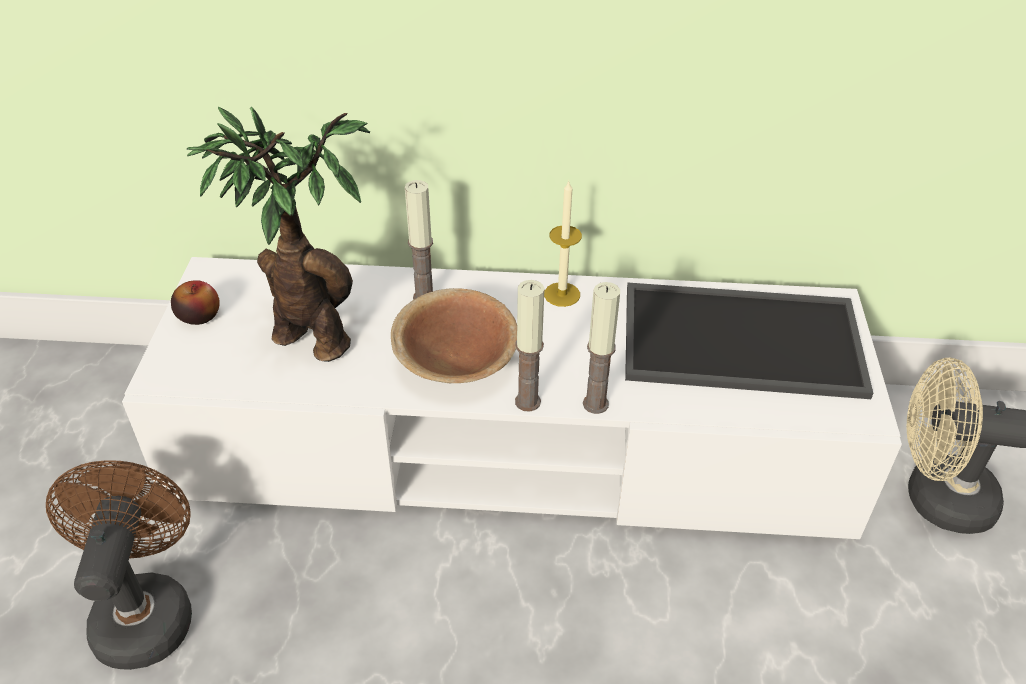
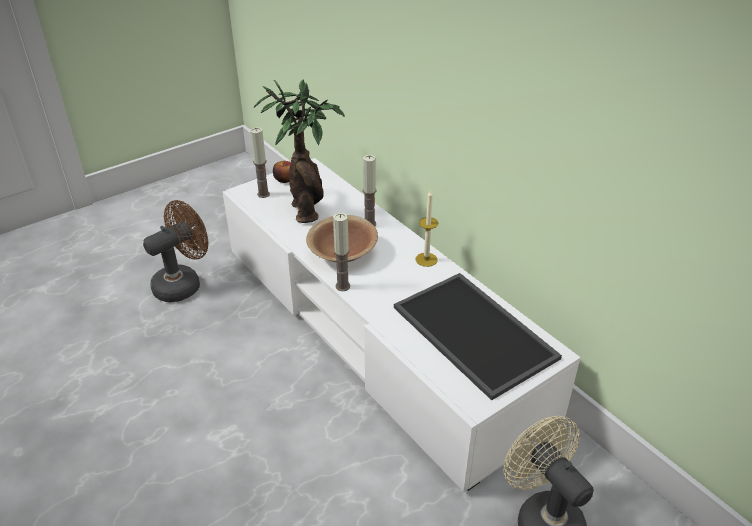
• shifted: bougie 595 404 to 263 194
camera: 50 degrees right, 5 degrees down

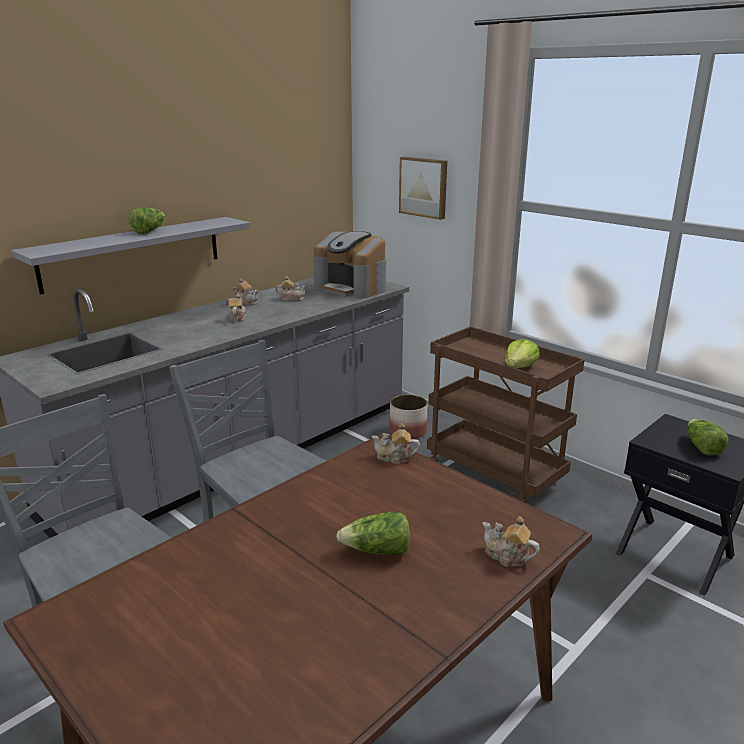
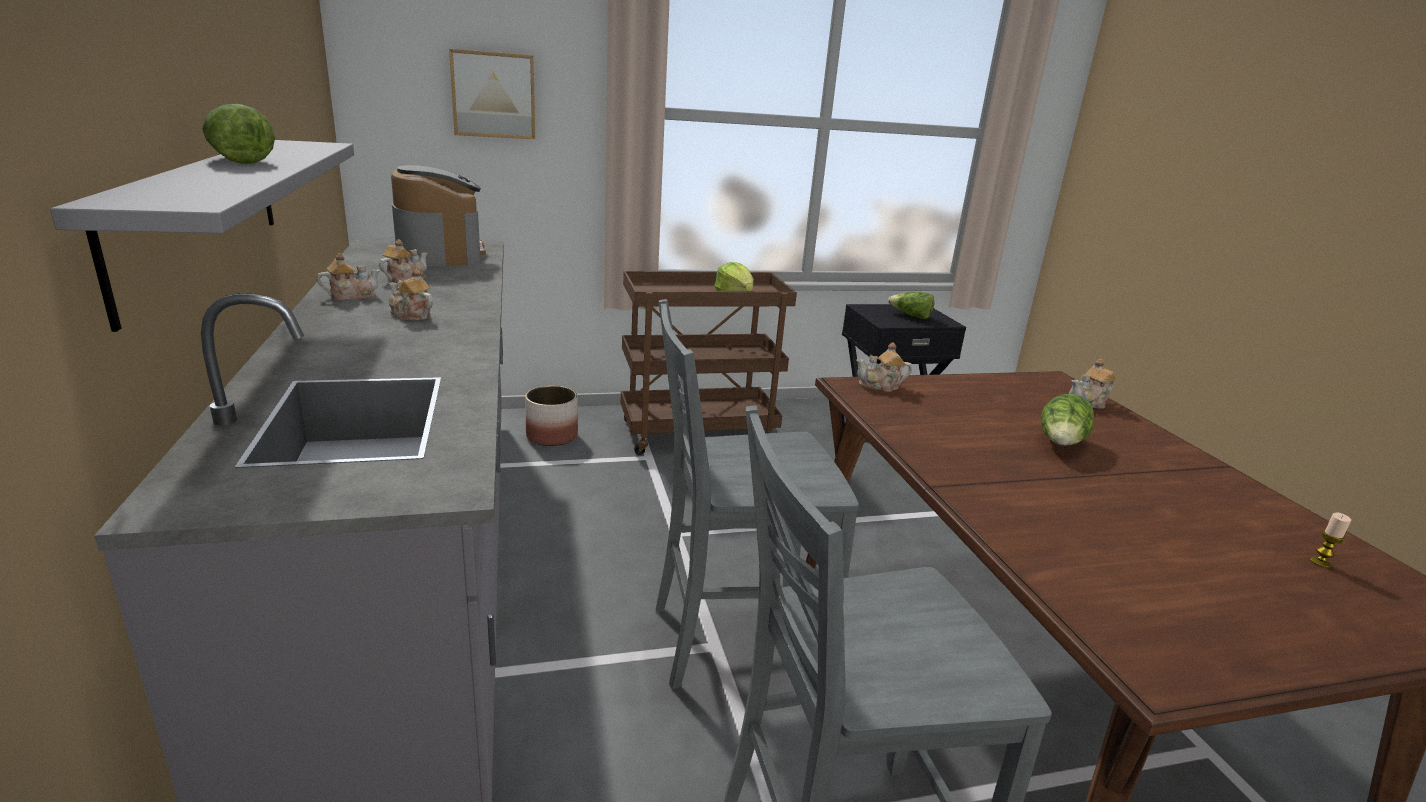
• rotated: machine à café 352 288 = 441 253 90 degrees counterclockwise
• rotated: théière 395 458 = 880 386 45 degrees clockwise
• new: bougie 1320 562
camera: 60 degrees left, 0 degrees up

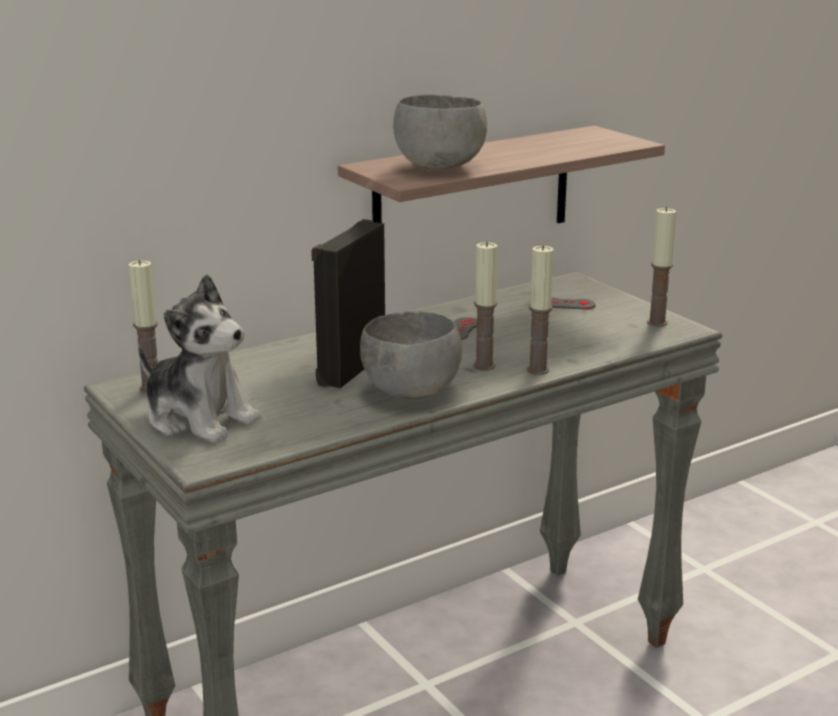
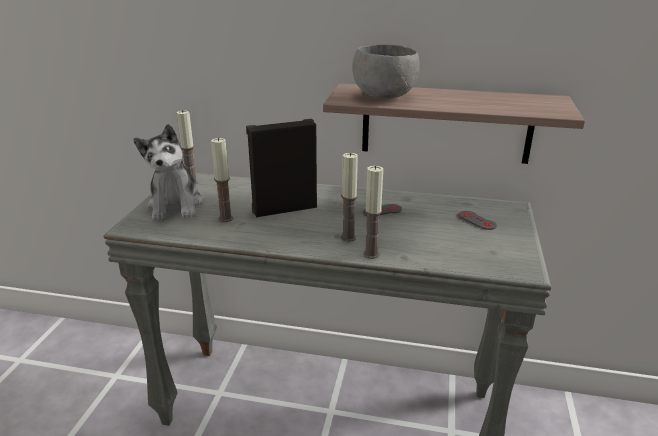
• shifted: bougie 657 322 to 225 218
• gone: bol (gris) 410 393
camera: 45 degrees right, 5 degrees up

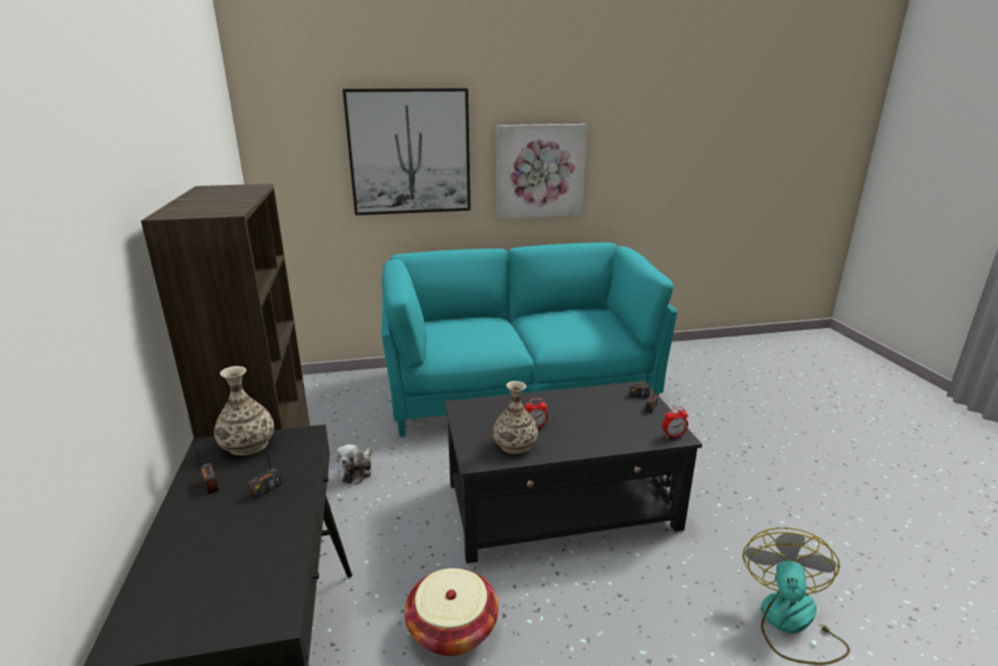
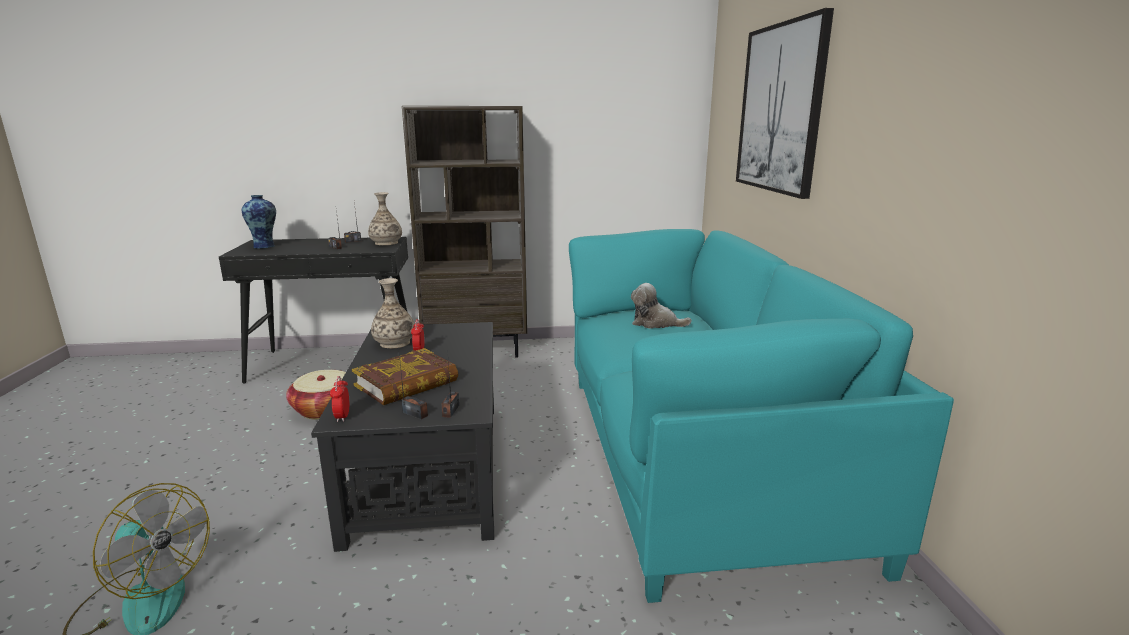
• new: vase 265 246
• new: livre 407 383
• shifted: peluche 357 471 to 655 323
• gone: tableau 540 171
camera: 95 degrees right, 5 degrees down

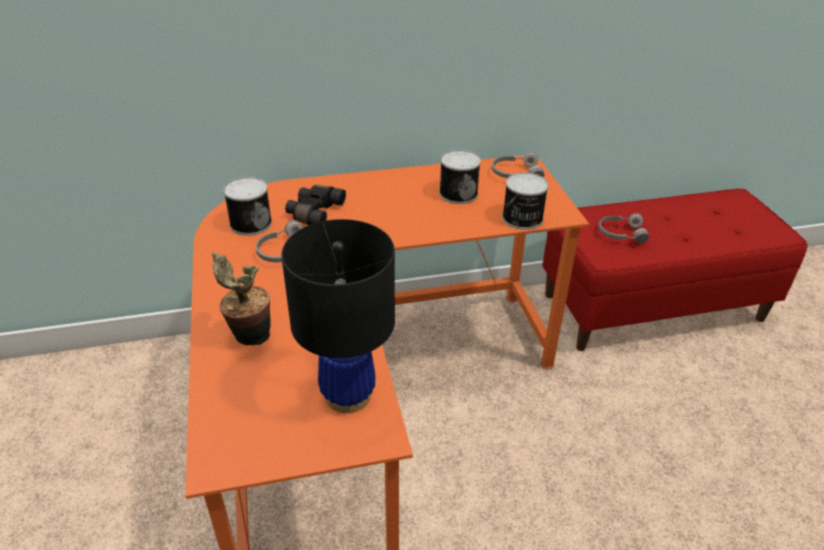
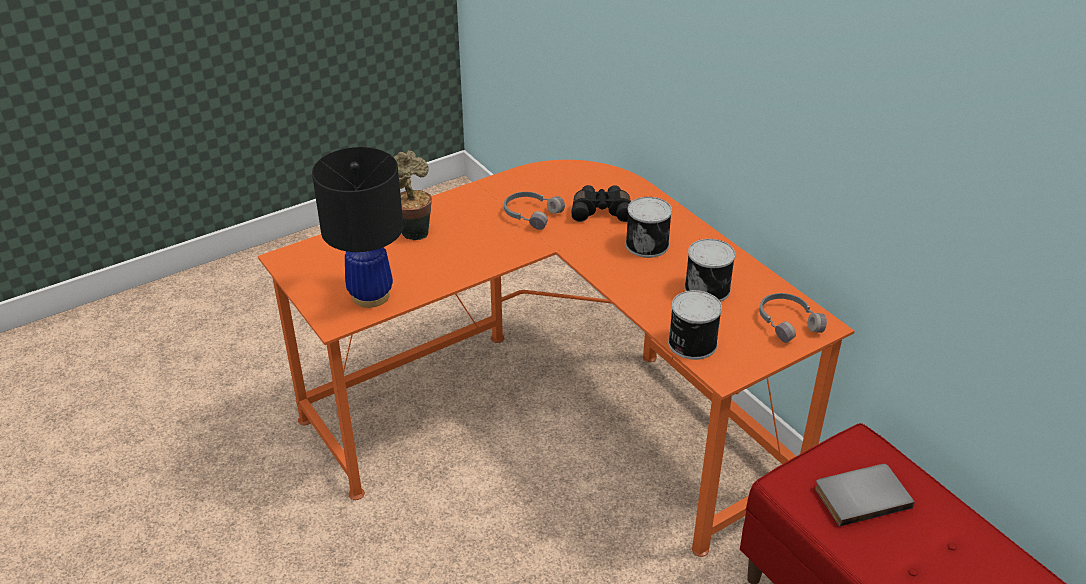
• shifted: boîte métallique 250 223 to 647 244
• swapped: casque audio (gris) 620 233 to livre (gris) 860 495
camera: 70 degrees right, 0 degrees up

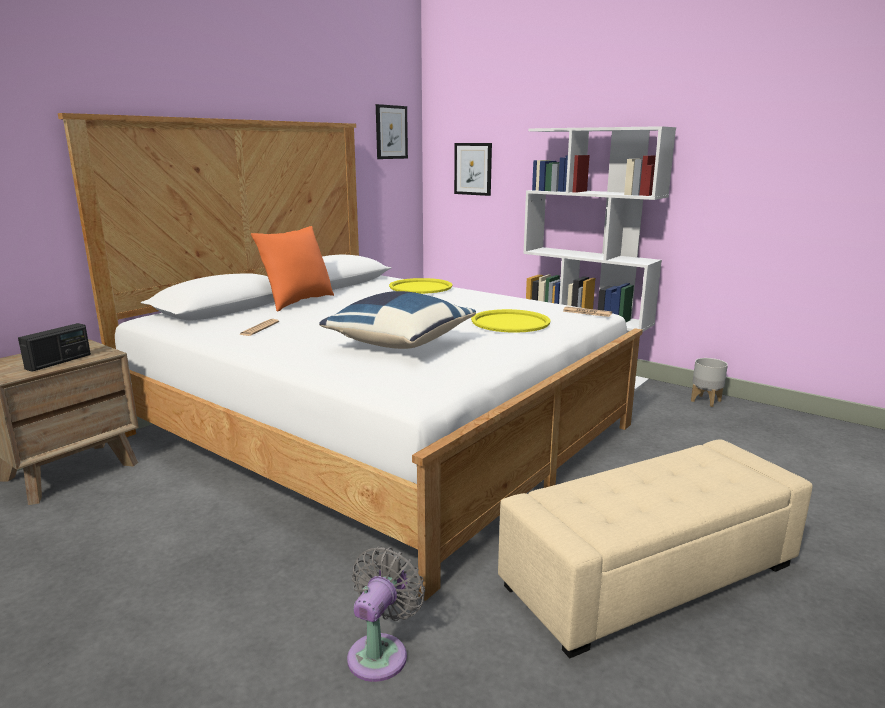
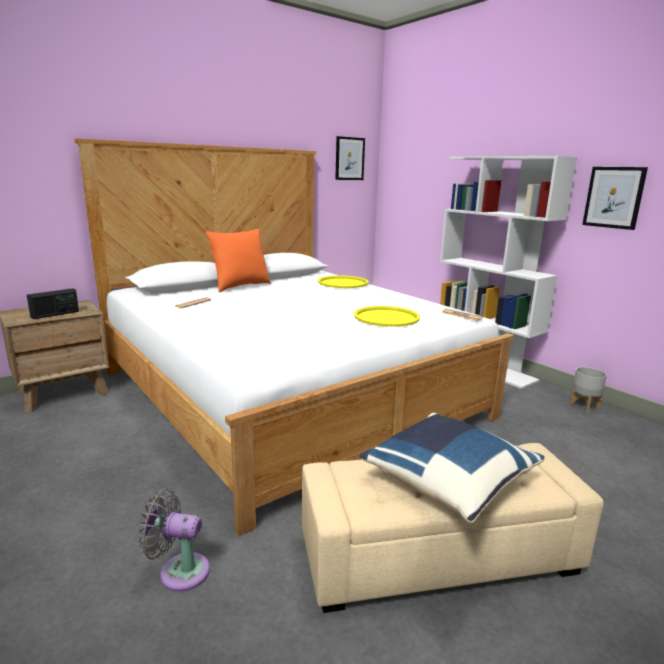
• rotated: ventilateur (gris) 381 652 = 179 571 120 degrees counterclockwise
• shifted: coussin (bleu) 399 342 to 447 482
• shifted: tableau 473 169 to 613 197
camera: 15 degrees right, 0 degrees up

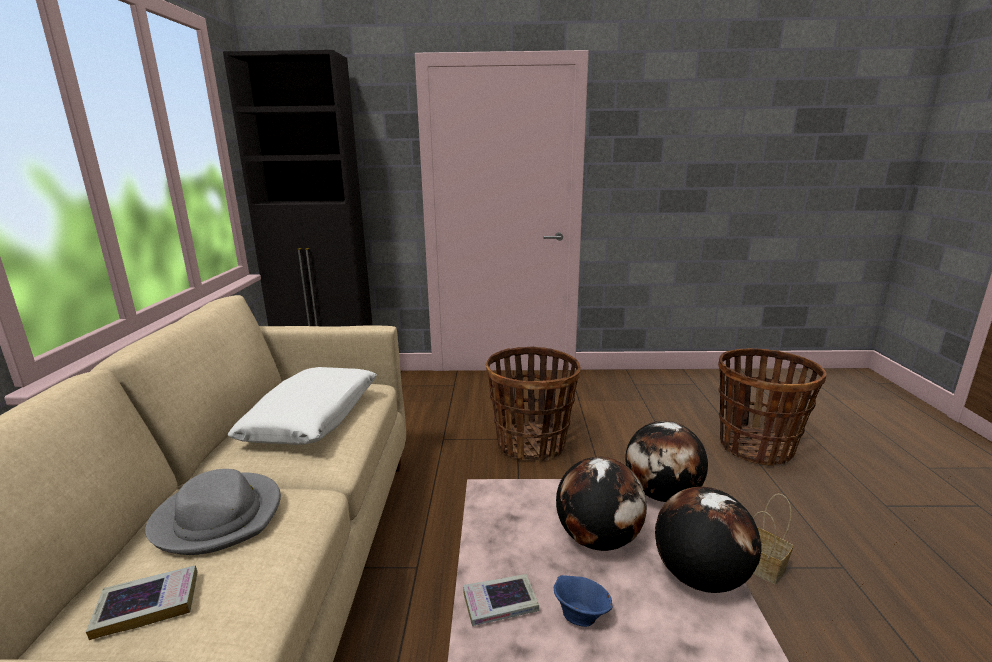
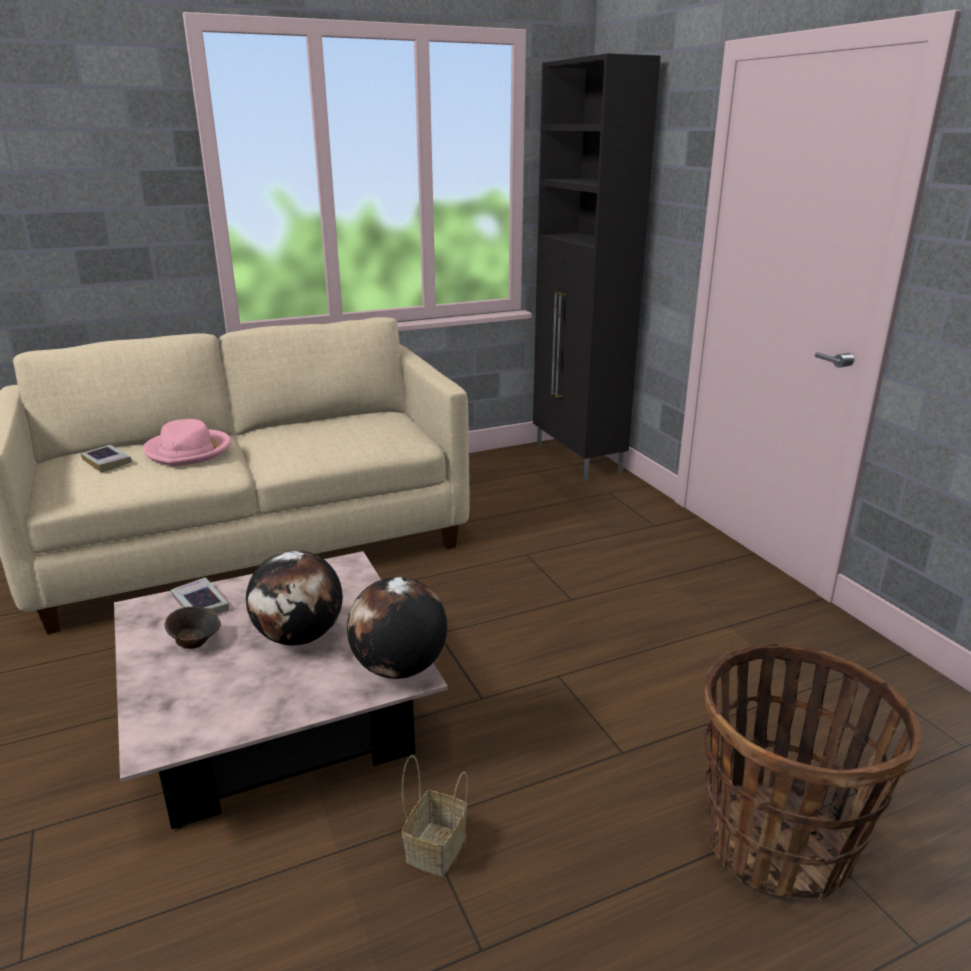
• repainted: chapeau (gris) 219 516 to chapeau (rose) 189 451
• repainted: bol (bleu) 580 614 to bol (marron) 196 642
• gone: coussin (blanc) 312 417
• gone: panier 531 444
• gone: globe 699 577
camera: 65 degrees right, 5 degrees up

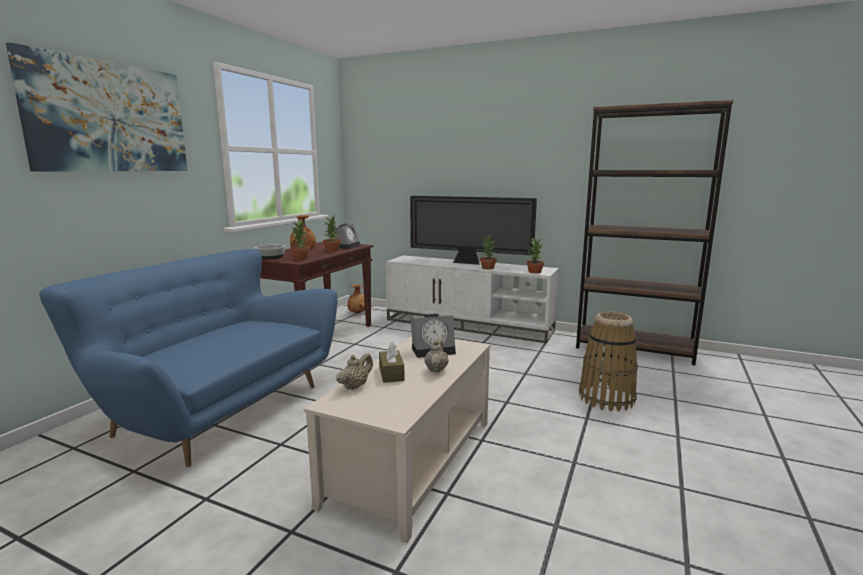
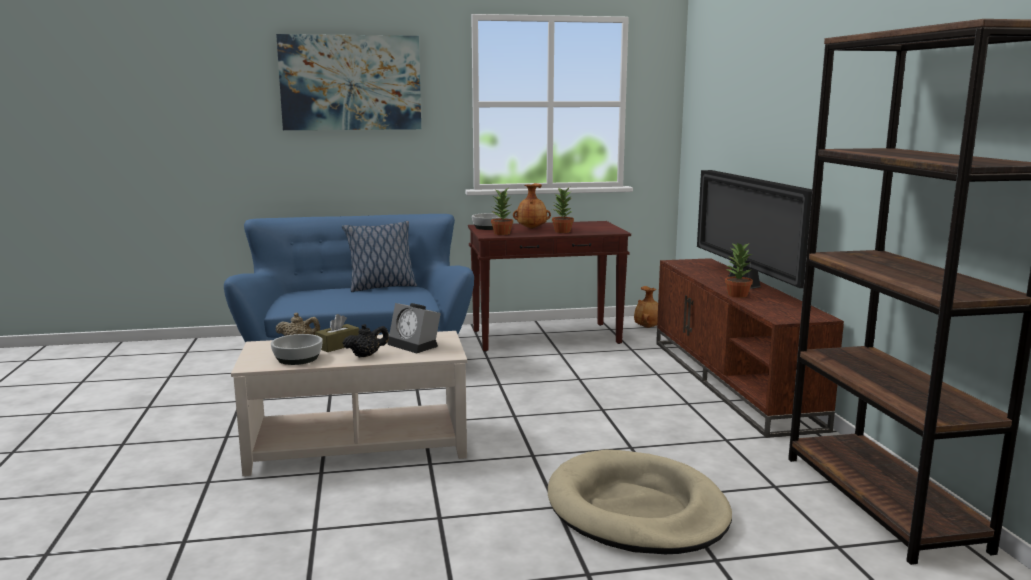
• new: bol 298 359
• new: coussin 381 287
• repainted: théière (beige) 436 369 to théière (noir) 366 355
• swapped: panier 606 398 to panier pour chien (beige) 636 509
• repainted: meuble télé (blanc) 469 325 to meuble télé (marron) 733 382
• gone: réveil 347 246
• gone: plante en pot 534 272
camera: 55 degrees right, 0 degrees up

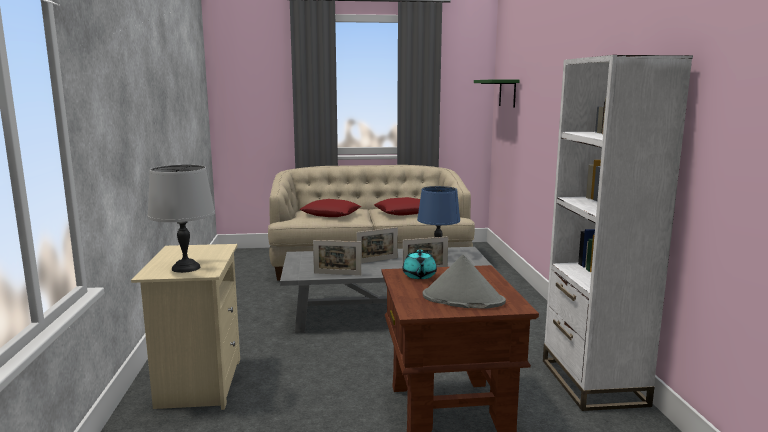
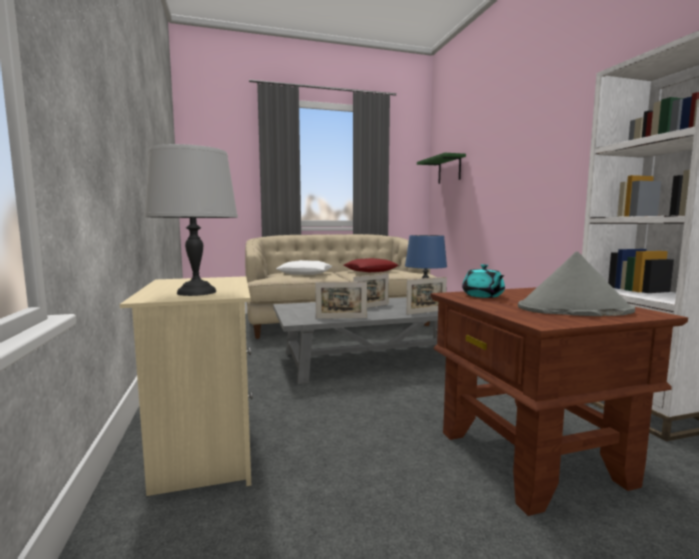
• repainted: coussin (rouge) 330 214 to coussin (blanc) 304 273
camera: 10 degrees left, 5 degrees down

